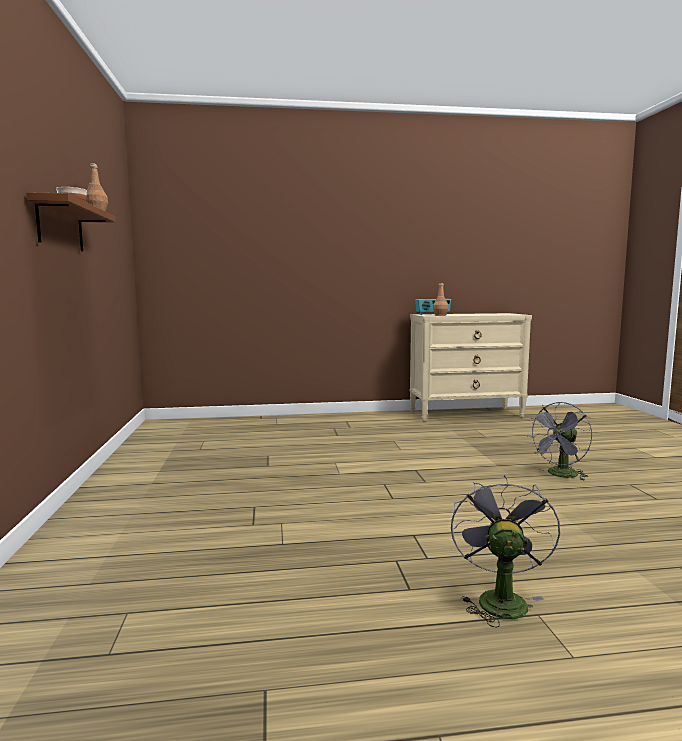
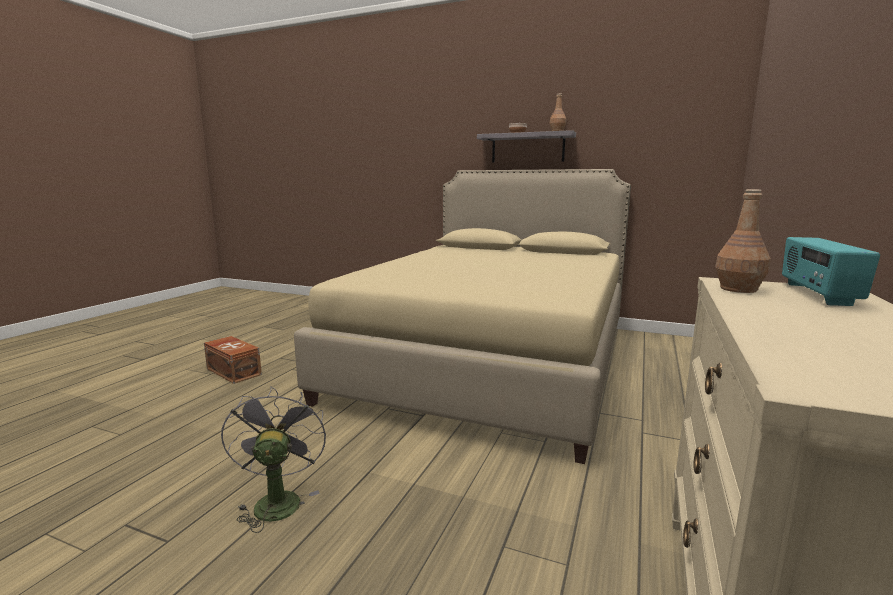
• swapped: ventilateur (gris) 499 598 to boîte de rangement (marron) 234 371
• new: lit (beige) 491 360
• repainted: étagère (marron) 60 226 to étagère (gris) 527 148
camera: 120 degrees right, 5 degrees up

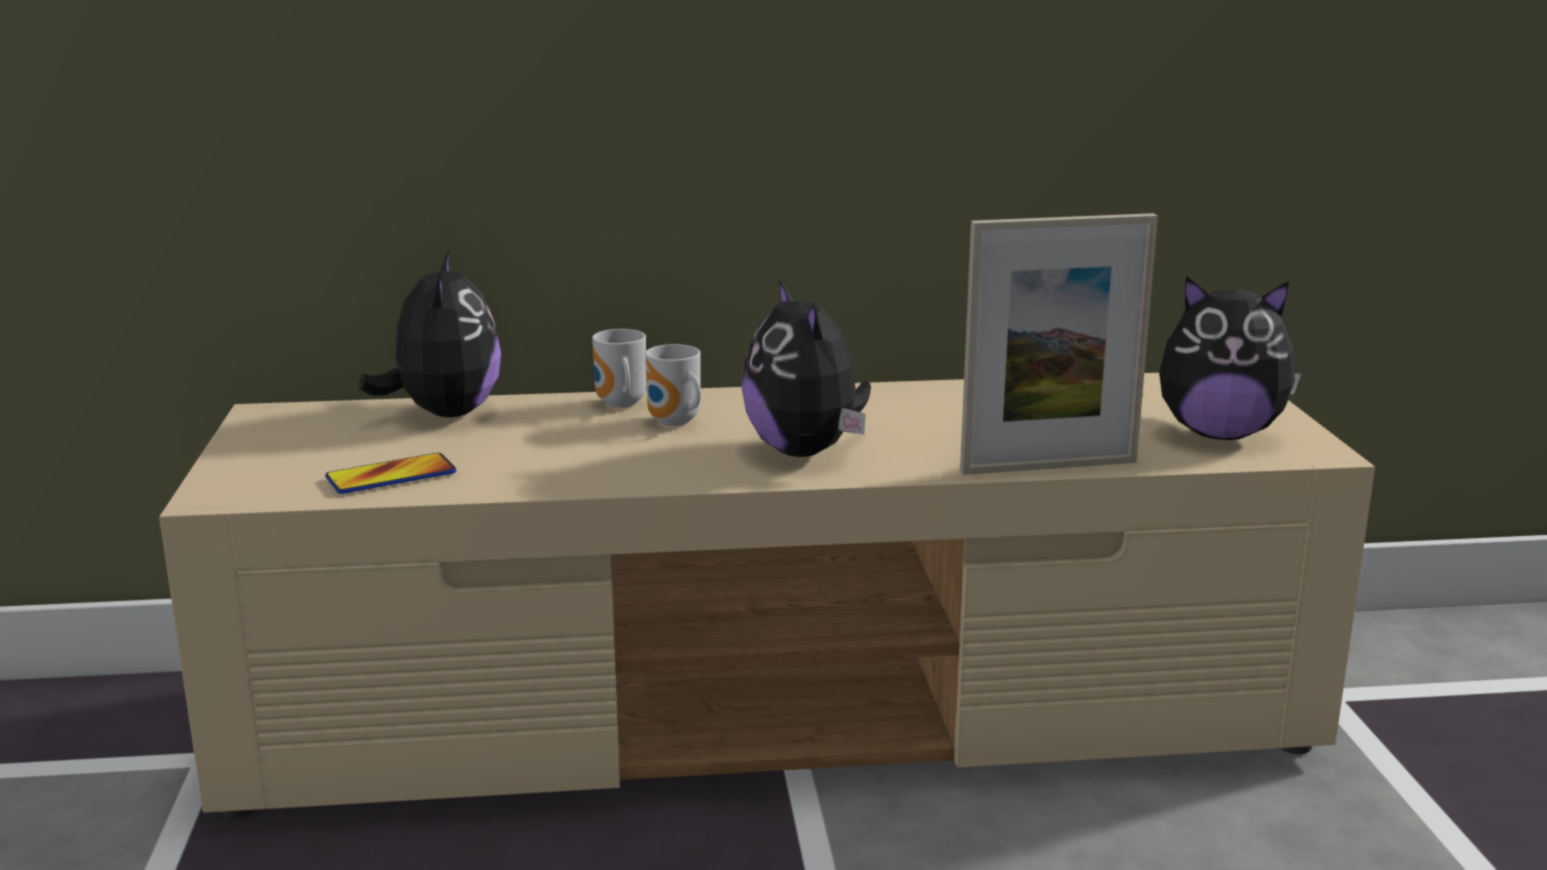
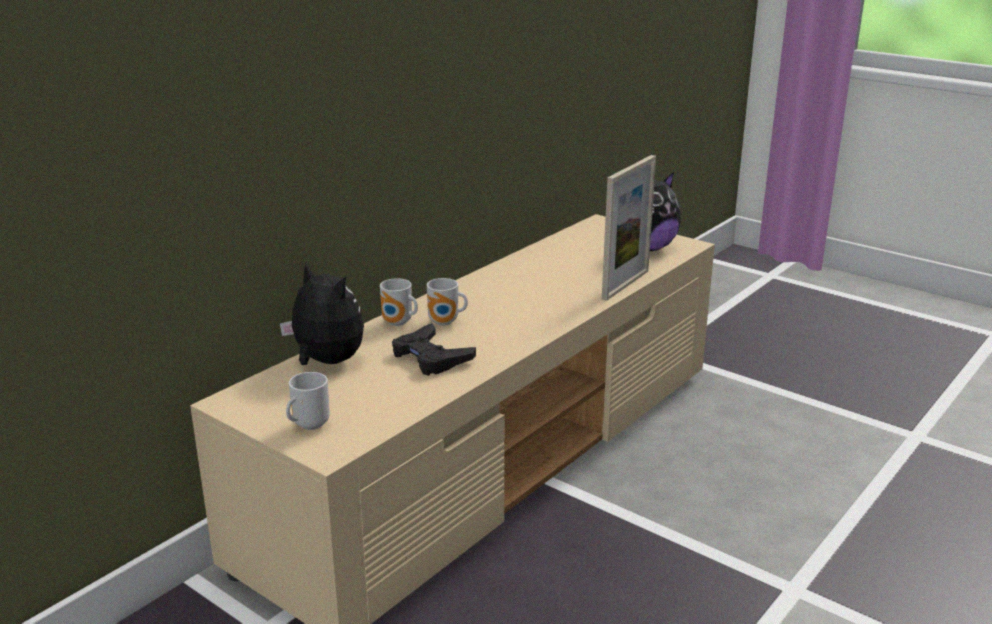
• new: mug 308 425
• new: manette (noir) 431 357
• gone: téléphone 391 476
• gone: peluche 807 451
camera: 45 degrees left, 5 degrees up

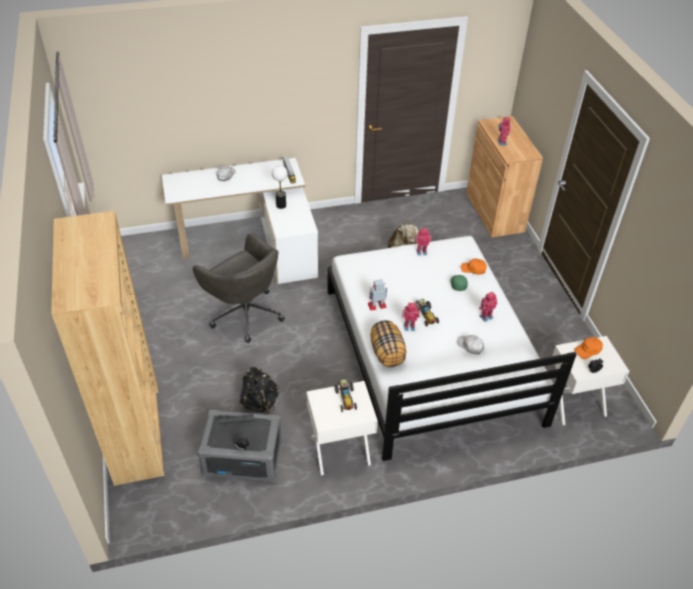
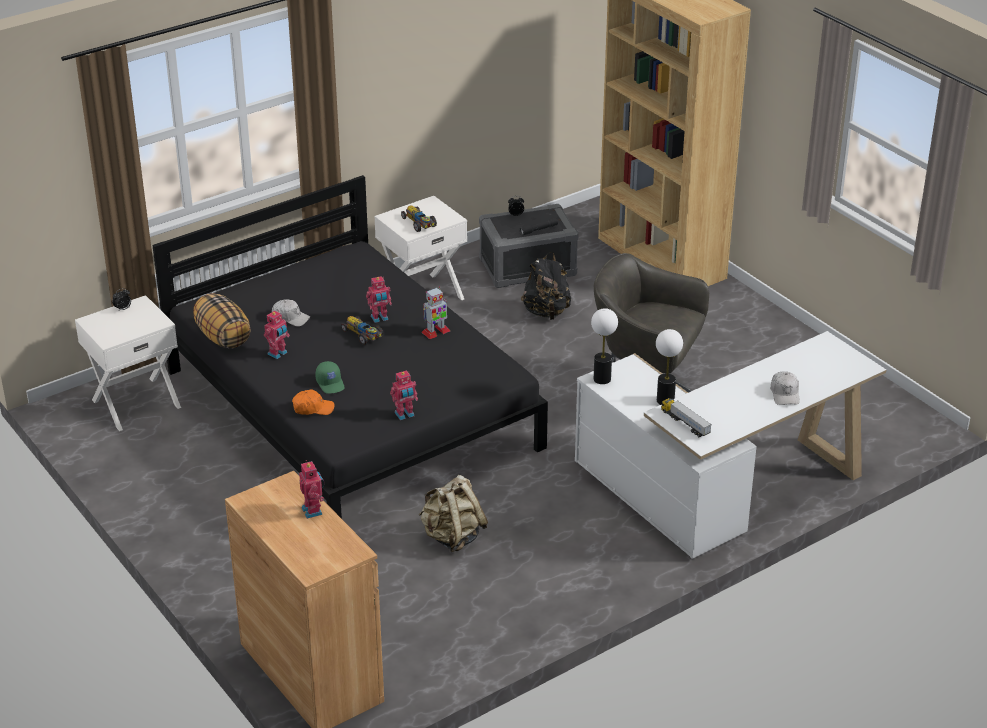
• repainted: lit (blanc) 430 354 to lit (noir) 352 408
• shifted: coussin 387 353 to 222 337
• new: lampe de table 602 379
• gone: casquette (orange) 588 350
camera: 160 degrees right, 10 degrees down

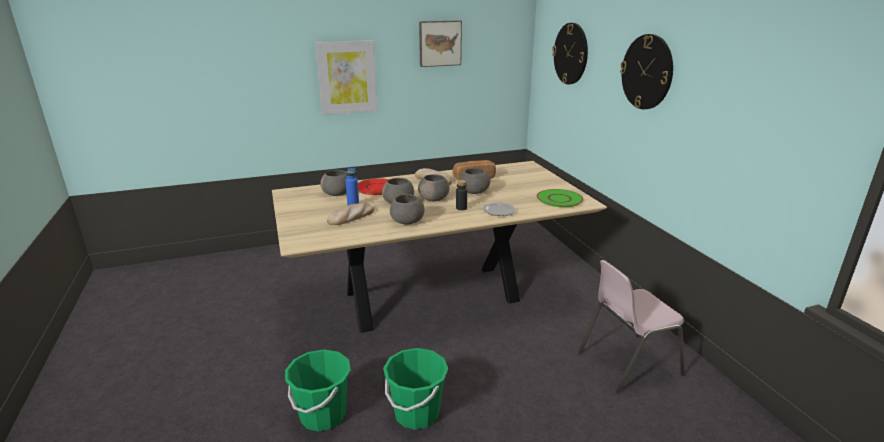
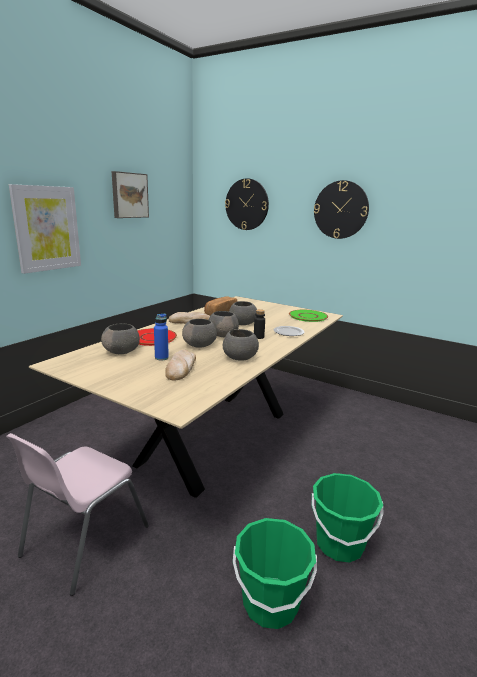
• shifted: chaise (rose) 627 363 to 83 541
camera: 40 degrees left, 5 degrees down

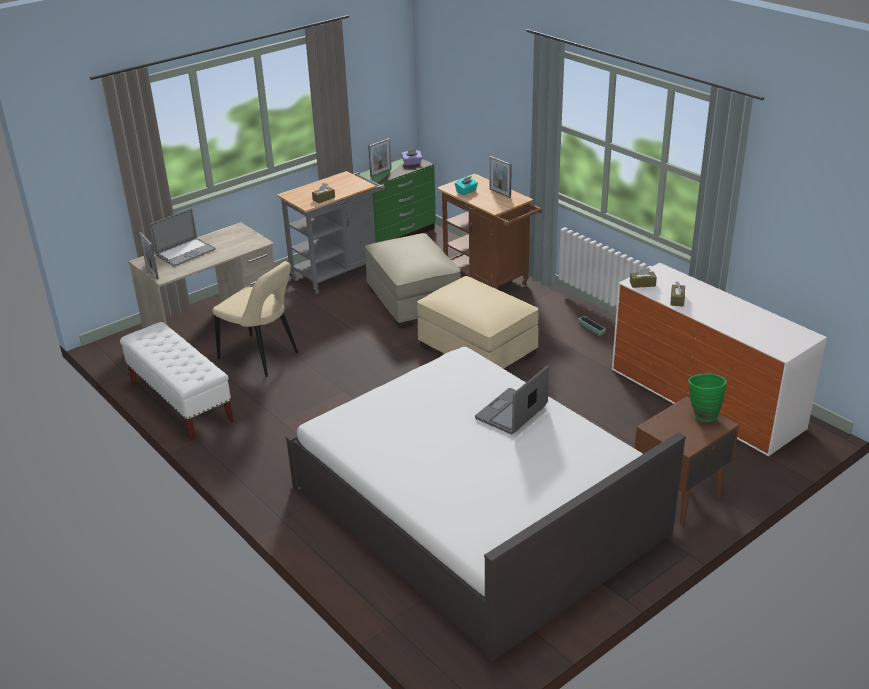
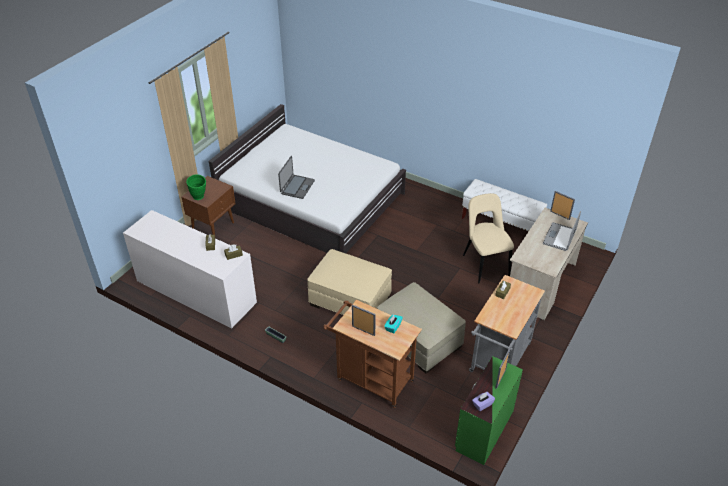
• rotated: chaise (beige) 261 357 = 484 264 60 degrees clockwise
camera: 160 degrees right, 10 degrees up

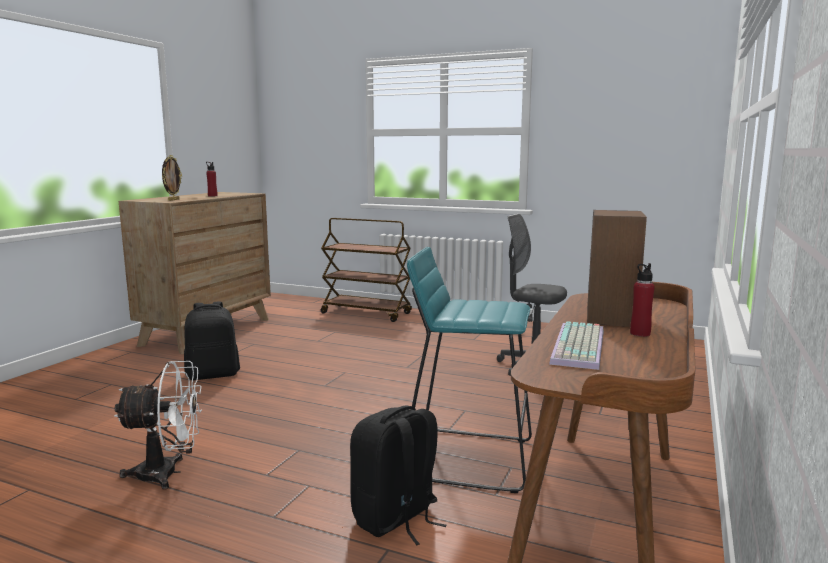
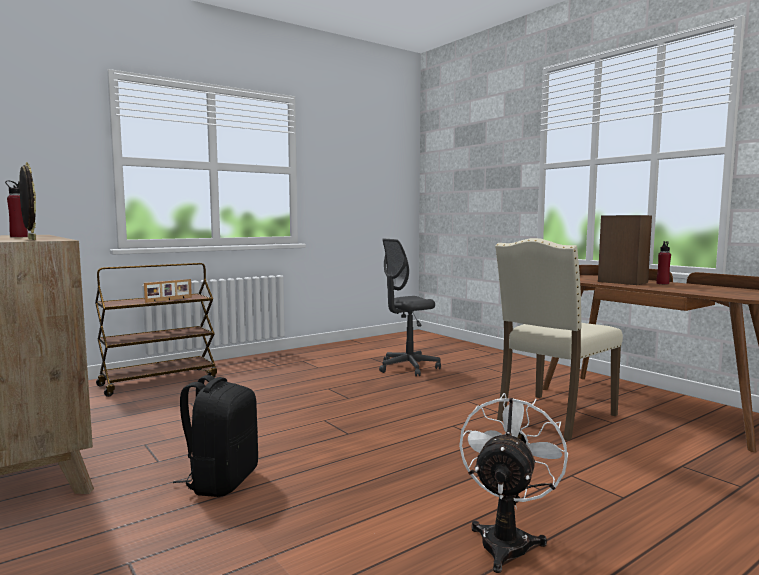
• new: cadre photo 169 300
• swapped: tabouret (turquoise) 468 458 to chaise (beige) 553 417
• gone: sac à dos (noir) 396 519
• gone: clavier 581 347
camera: 60 degrees left, 5 degrees down

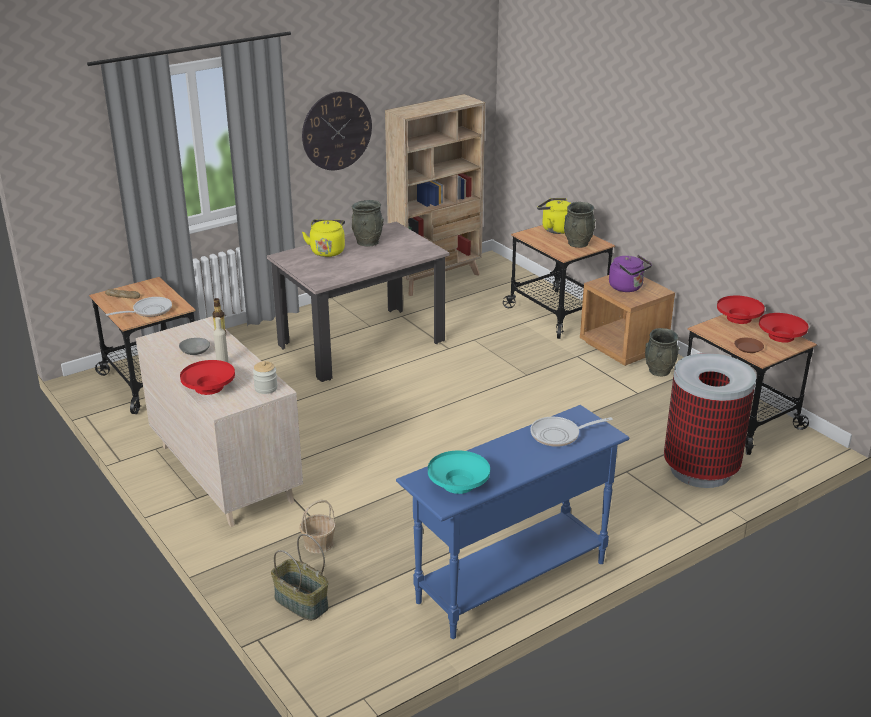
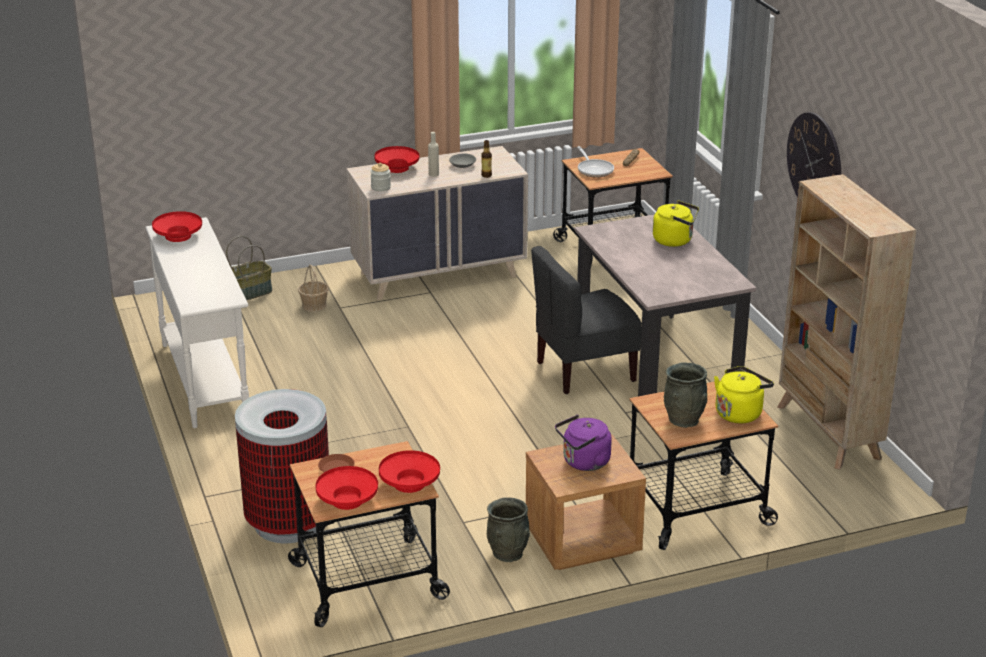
• repainted: table console (bleu) 510 582 to table console (blanc) 205 380
• repainted: bol (turquoise) 458 484 to bol (rouge) 178 236
• new: chaise (gris) 584 371
• gone: vase (gris) 368 242
• gone: poêle 559 435
camera: 105 degrees right, 0 degrees up

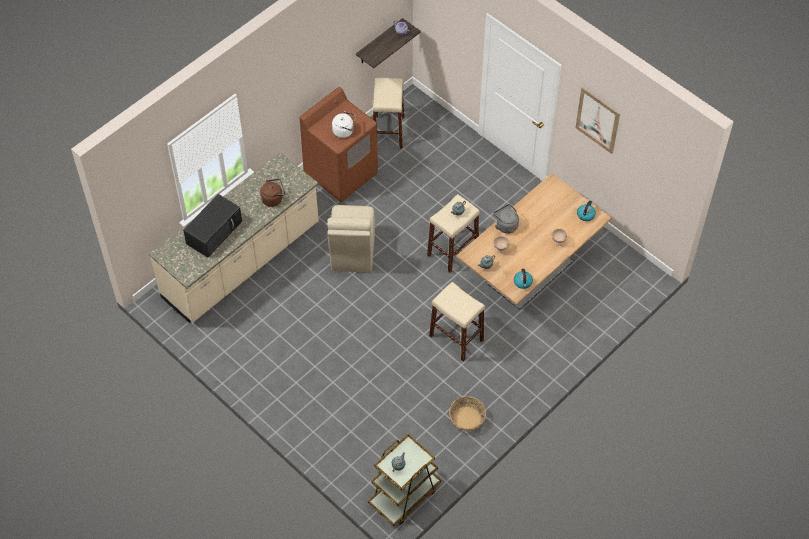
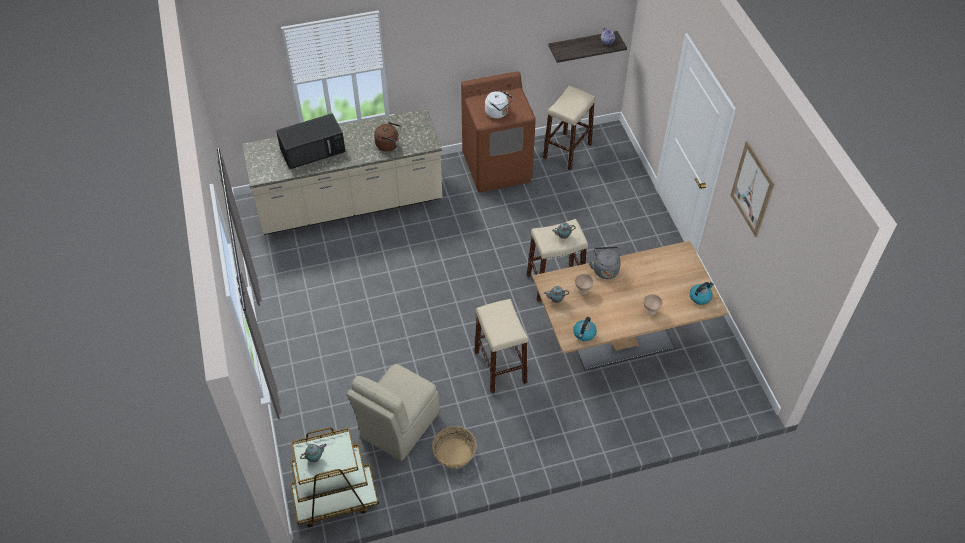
• shifted: chaise (beige) 352 252 to 398 426
camera: 30 degrees right, 5 degrees down

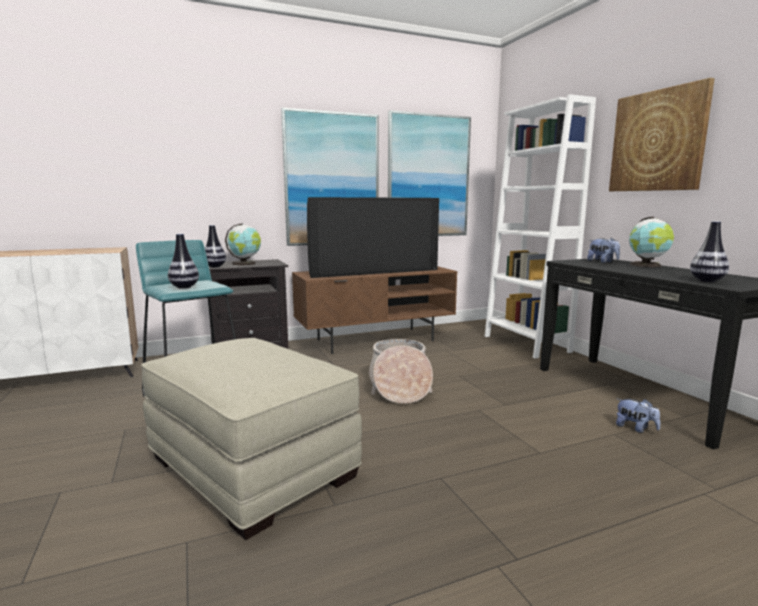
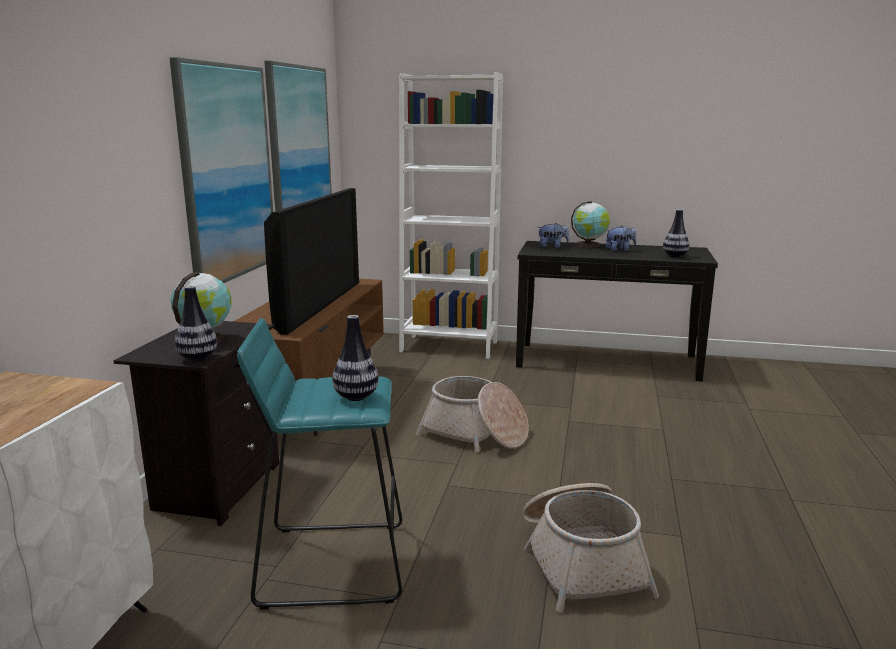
• swapped: pouf (beige) 253 467 to panier 581 561
• shifted: peluche 635 428 to 620 250
• gone: tableau 658 141
camera: 55 degrees left, 5 degrees up

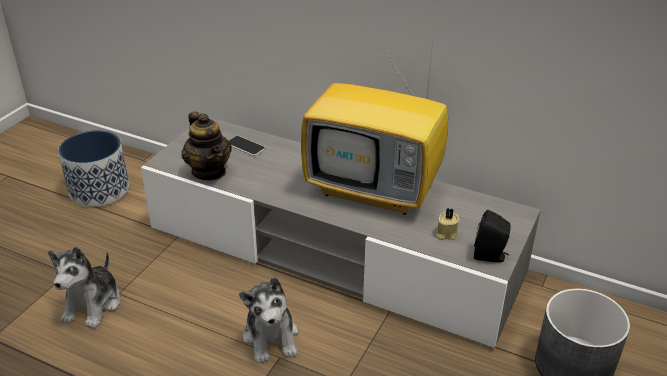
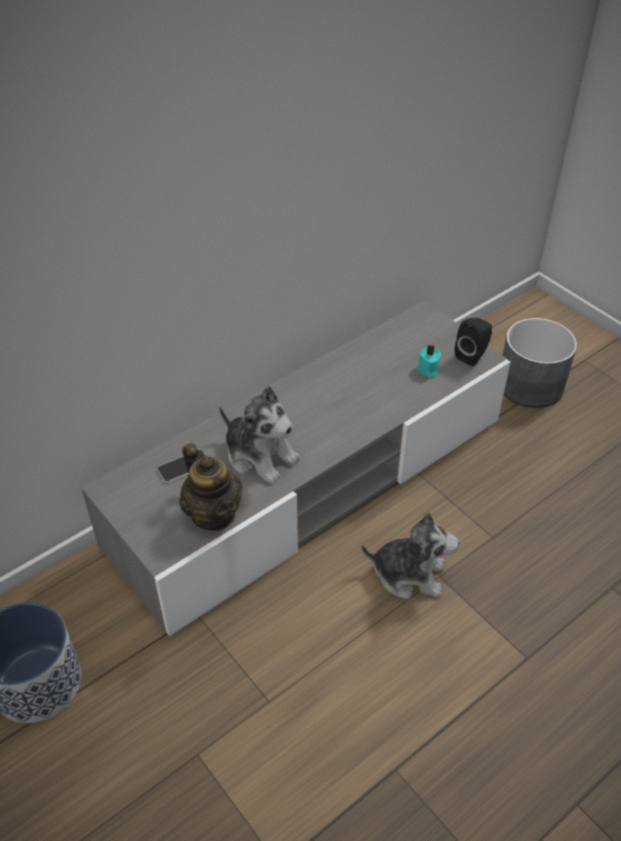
• rotated: théière 209 171 = 213 514 60 degrees clockwise
• shifted: peluche 93 305 to 260 455
• repainted: bougie (beige) 445 233 to bougie (turquoise) 428 370
• gone: téléviseur 376 190
camera: 65 degrees left, 10 degrees up

